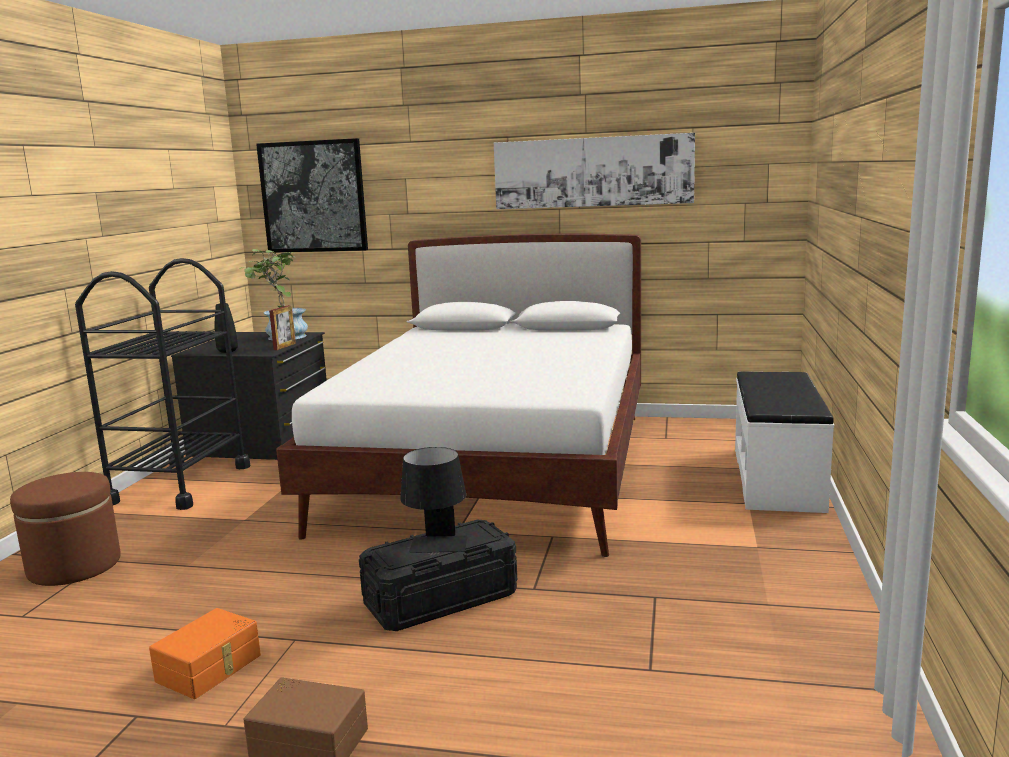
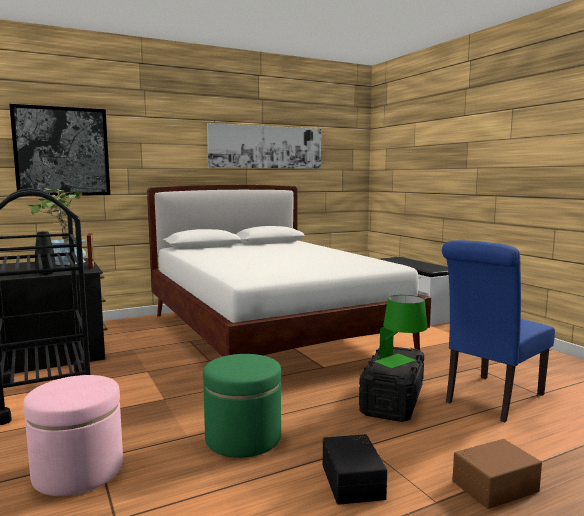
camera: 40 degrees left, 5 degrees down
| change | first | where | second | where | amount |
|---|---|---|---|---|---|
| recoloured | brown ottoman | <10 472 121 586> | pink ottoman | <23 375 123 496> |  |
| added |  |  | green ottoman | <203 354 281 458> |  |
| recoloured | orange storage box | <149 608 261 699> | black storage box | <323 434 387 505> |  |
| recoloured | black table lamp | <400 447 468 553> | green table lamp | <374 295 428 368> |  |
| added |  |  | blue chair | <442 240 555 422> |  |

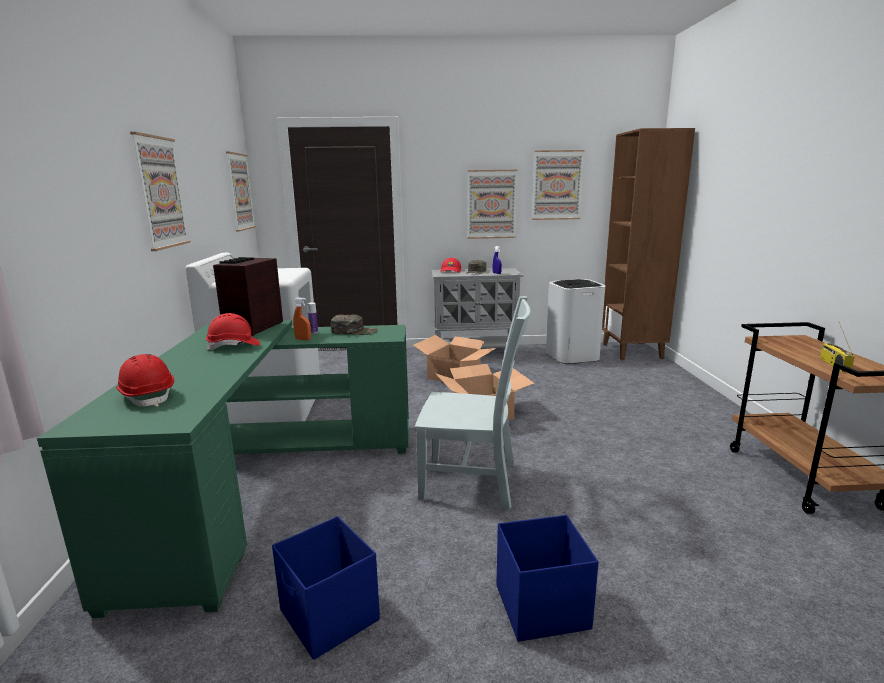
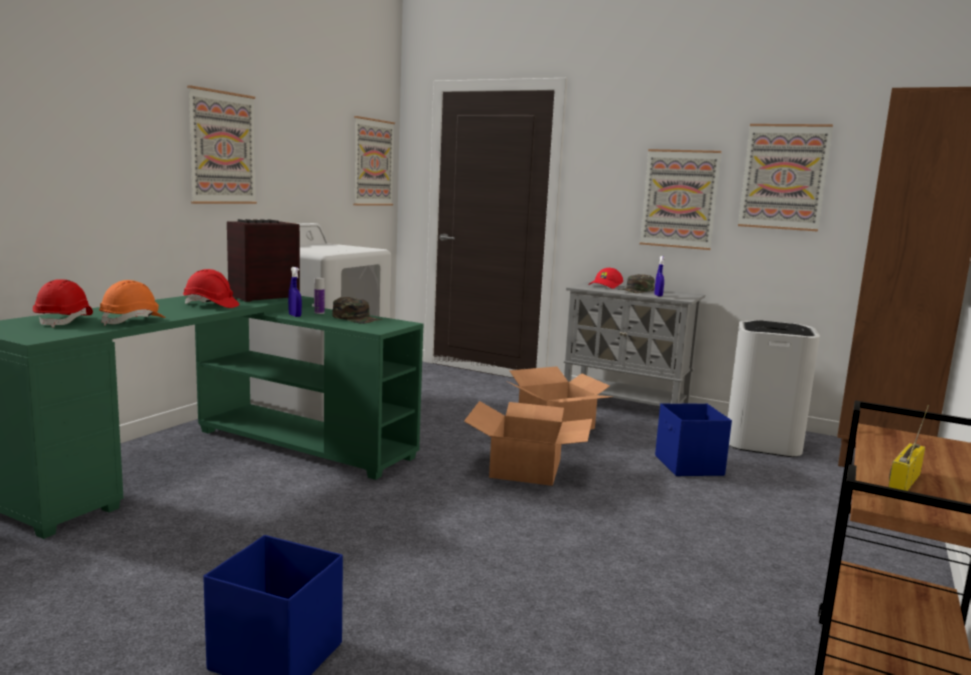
camera: 30 degrees right, 5 degrees down
| change | first | where | second | where | amount |
|---|---|---|---|---|---|
| added |  |  | orange hard hat | <99 280 166 326> |  |
| recoloured | orange spray bottle | <293 297 311 340> | blue spray bottle | <288 267 302 317> |  |
| moved | blue storage box | <272 516 380 660> |  | <655 403 732 476> |  |
| removed | grey chair | <415 296 531 509> |  |  |  |

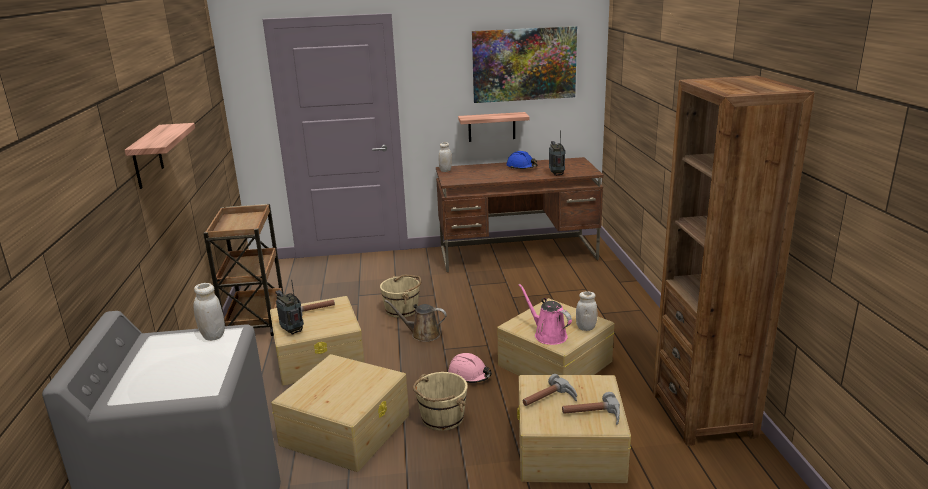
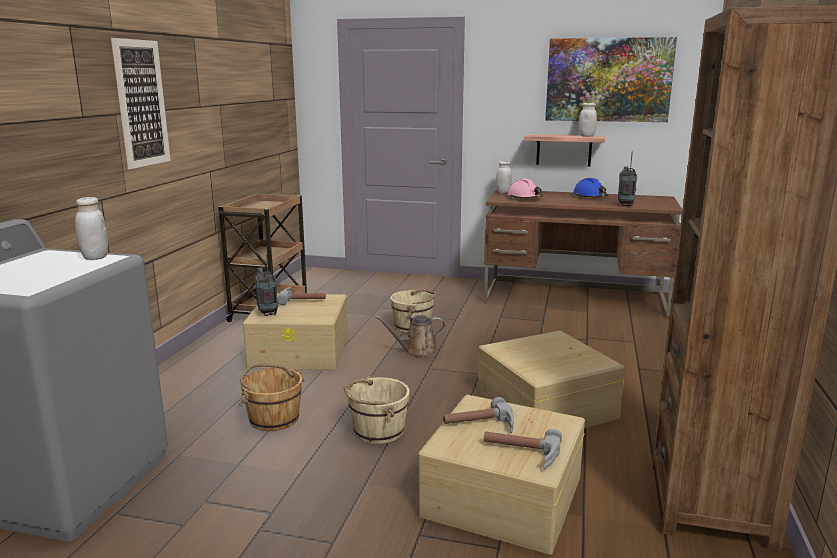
camera: 20 degrees right, 5 degrees down
| change | first | where | second | where | amount |
|---|---|---|---|---|---|
| replaced | shelf | <125 123 195 189> | picture | <111 38 171 169> |  |
| replaced | beige storage box | <271 354 409 472> | brown bucket | <239 363 305 431> |  |
| turned | brown watering can | <385 300 447 342> |  | <375 315 445 357> | 45 degrees counterclockwise |
| moved | pink hard hat | <448 353 492 383> |  | <507 179 543 198> |  |
| moved | white jar | <576 291 597 331> |  | <579 103 597 137> |  |
| removed | pink watering can | <519 284 572 345> |  |  |  |

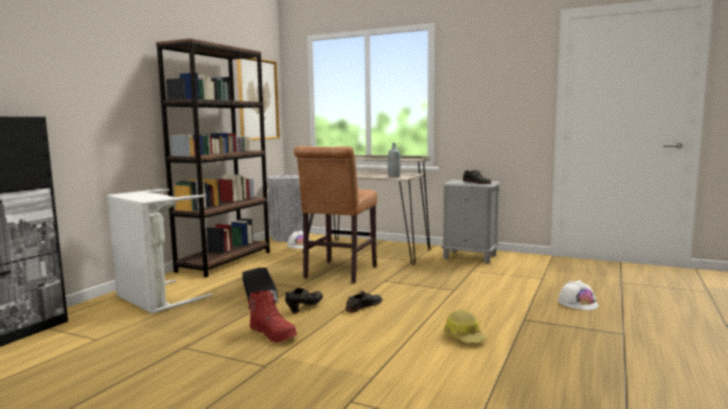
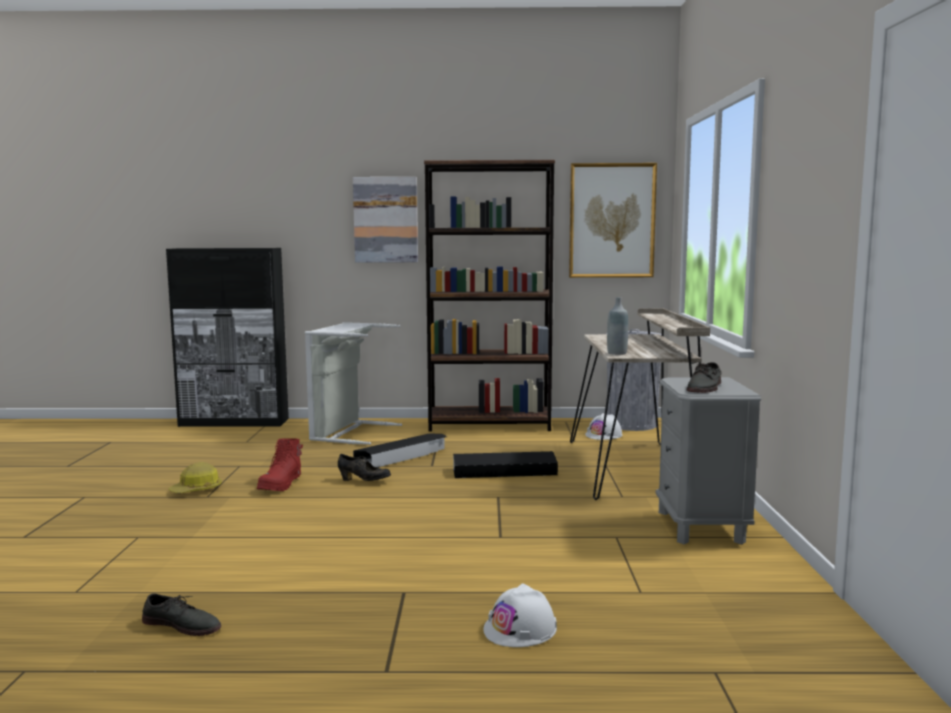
camera: 65 degrees right, 0 degrees up
| change | first | where | second | where | amount |
|---|---|---|---|---|---|
| moved | grey shoe | <346 291 382 313> |  | <142 593 221 636> |  |
| moved | hard hat | <443 310 486 343> |  | <168 462 222 493> |  |
| added |  |  | picture | <353 177 418 263> |  |
| replaced | brown chair | <294 146 377 283> | black storage box | <453 451 558 478> |  |

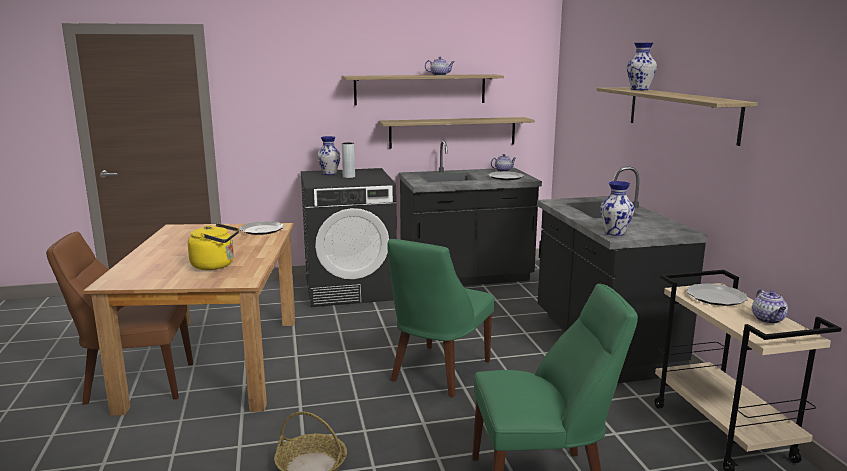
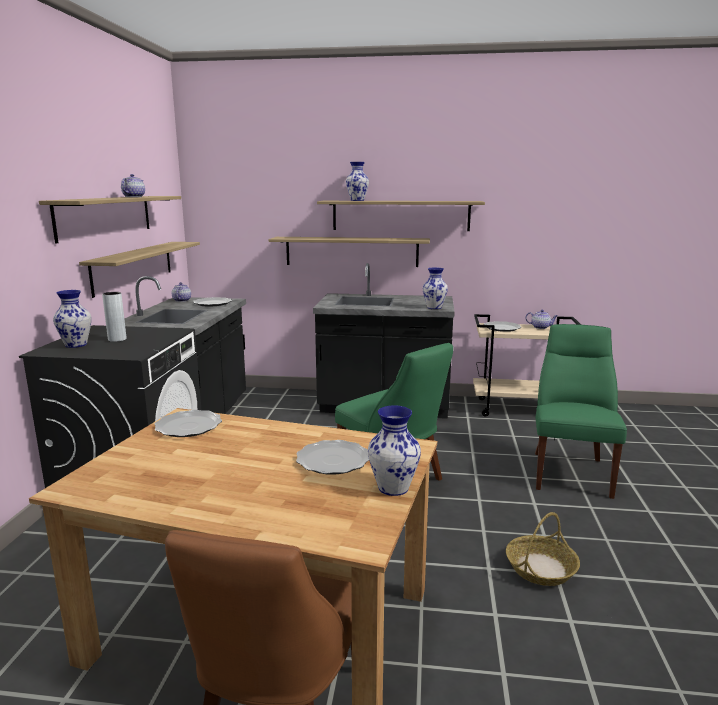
camera: 70 degrees left, 0 degrees up
| change | first | where | second | where | amount |
|---|---|---|---|---|---|
| added |  |  | shelf | <268 237 430 267> |  |
| replaced | yellow kettle | <188 223 239 270> | plate | <296 440 369 475> |  |
| added |  |  | vase | <368 405 421 496> |  |

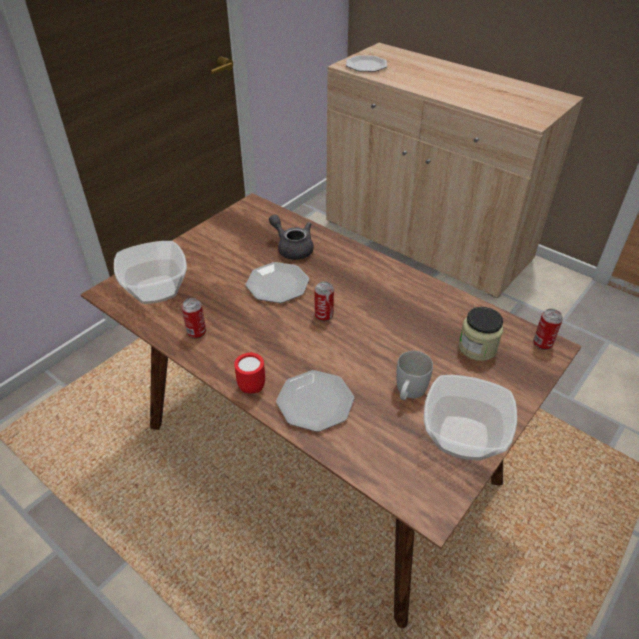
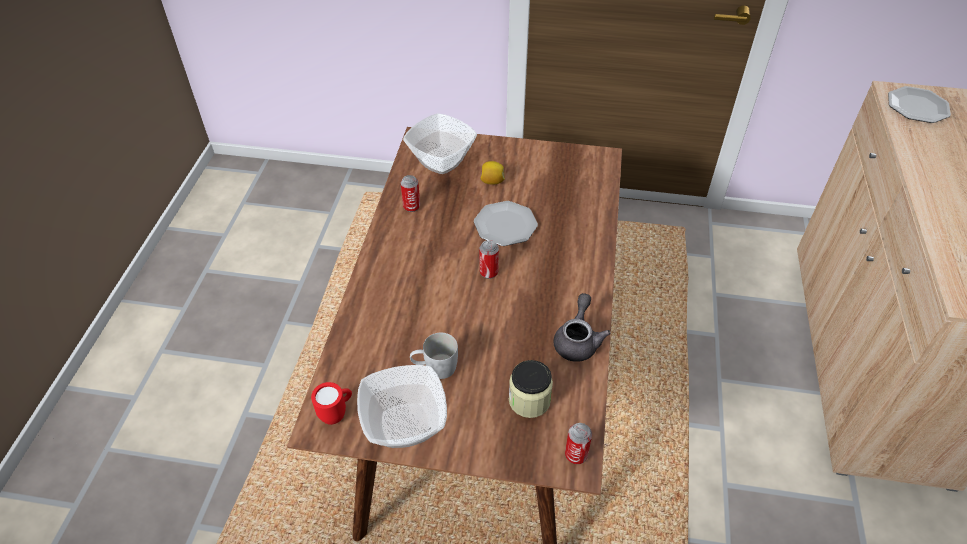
camera: 60 degrees right, 5 degrees up
| change | first | where | second | where | amount |
|---|---|---|---|---|---|
| moved | red mug | <234 352 265 394> |  | <311 382 352 425> |  |
| added |  |  | lemon | <481 161 505 184> |  |
| moved | grey teapot | <269 214 314 260> |  | <553 293 611 362> |  |
| removed | plate | <276 370 354 432> |  |  |  |

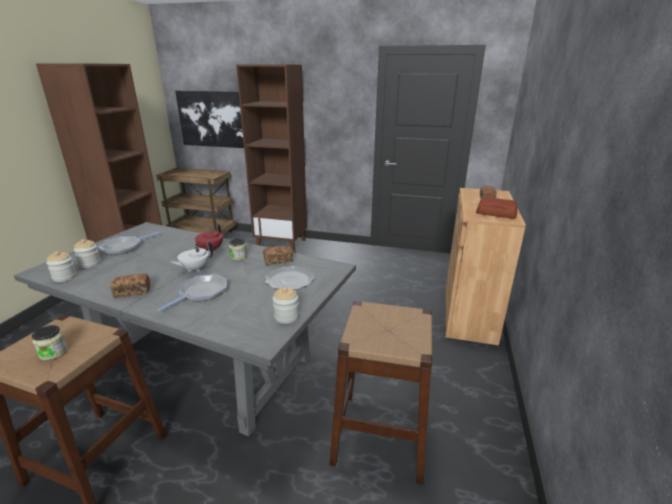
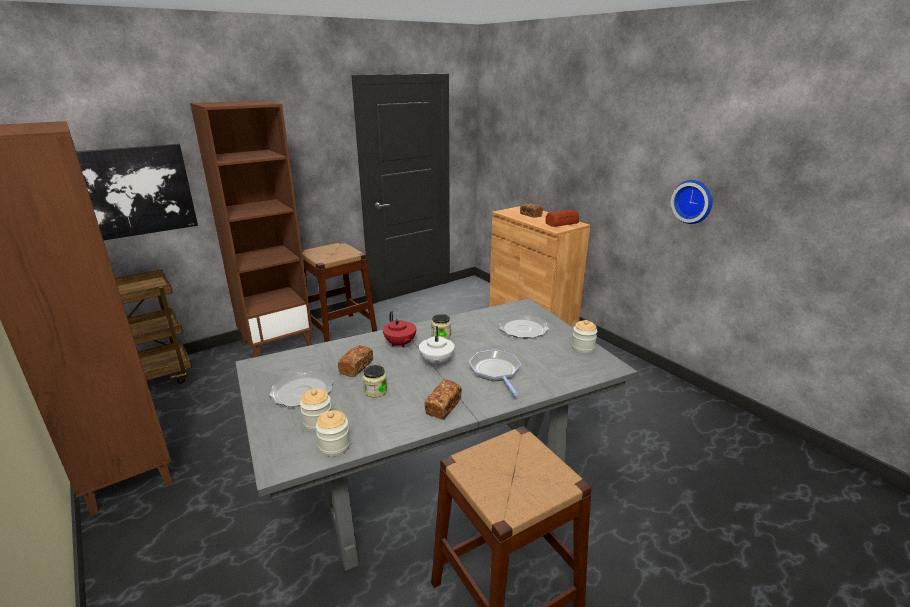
camera: 50 degrees left, 0 degrees up
| change | first | where | second | where | amount |
|---|---|---|---|---|---|
| replaced | frying pan | <98 232 160 255> | plate | <269 371 333 407> |  |
| moved | brown stool | <329 301 432 484> |  | <302 242 377 342> |  |
| moved | bread | <263 246 293 265> |  | <338 345 373 377> |  |
| moved | jar | <32 325 68 360> |  | <363 365 387 397> |  |
| added |  |  | wall clock | <671 180 713 224> |  |

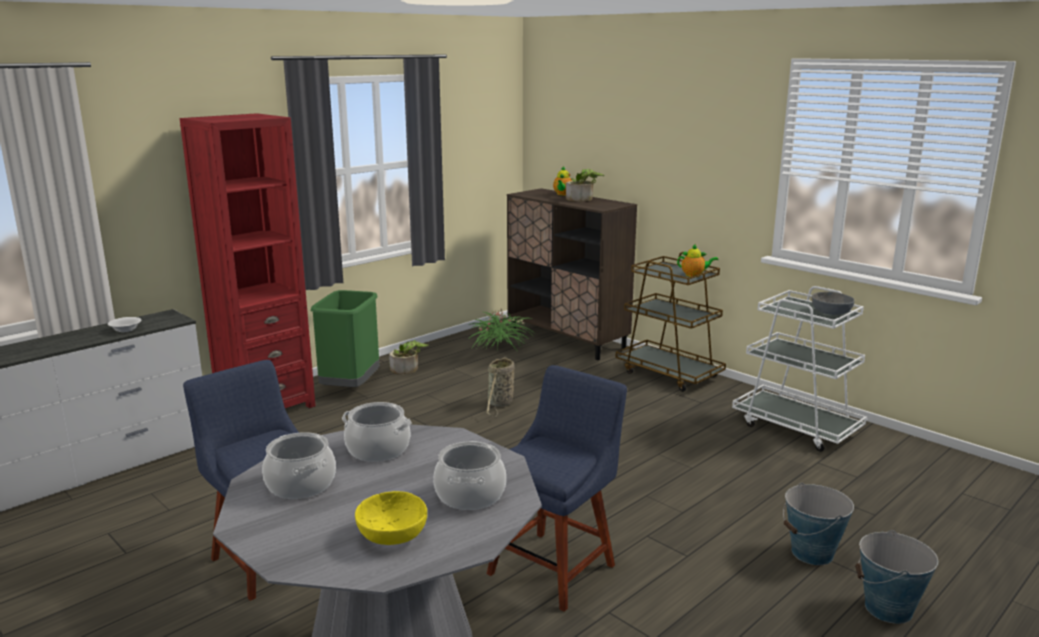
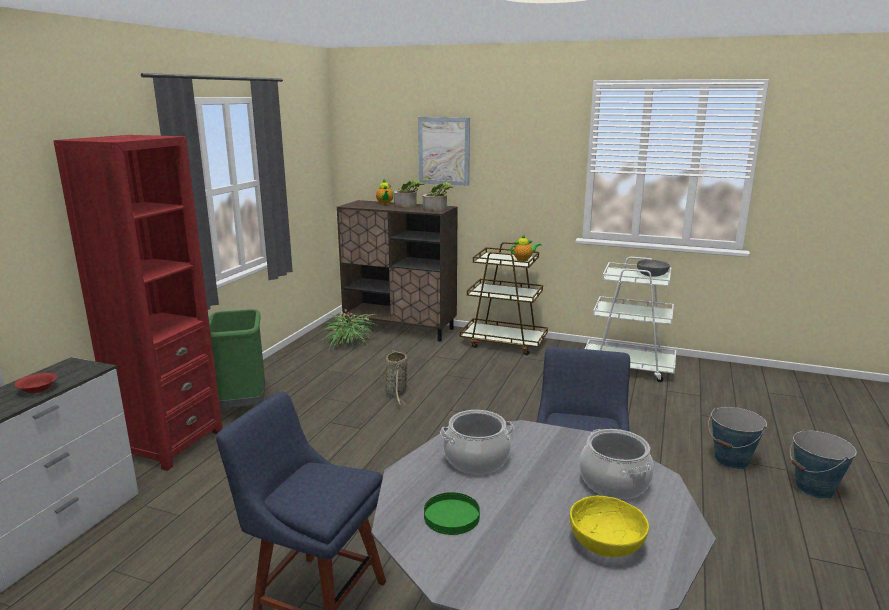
camera: 25 degrees left, 0 degrees up
| change | first | where | second | where | amount |
|---|---|---|---|---|---|
| recoloured | white bowl | <108 317 141 332> | red bowl | <14 373 57 393> |  |
| added |  |  | picture | <418 117 470 186> |  |
| moved | potted plant | <389 340 428 374> |  | <423 182 454 212> |  |
| replaced | cooking pot | <262 432 336 499> | green plate | <424 492 480 535> |  |

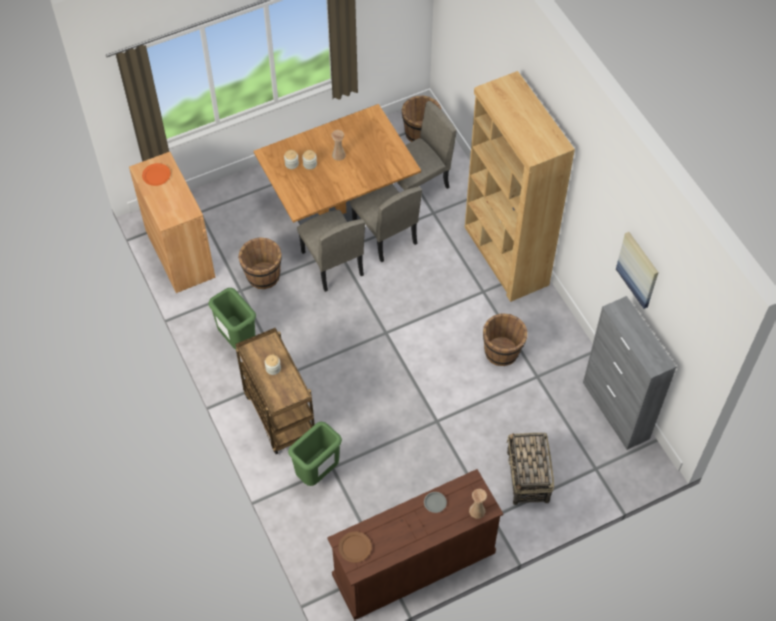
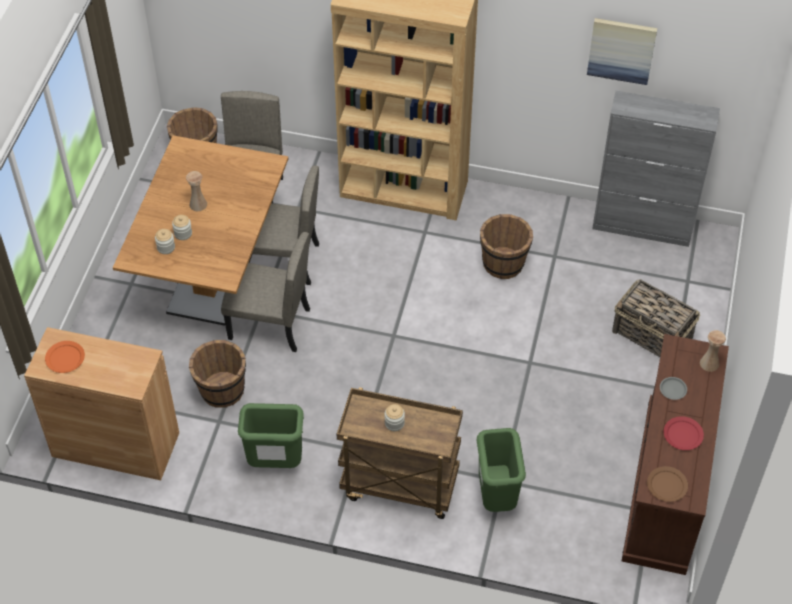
camera: 50 degrees left, 5 degrees down
| change | first | where | second | where | amount |
|---|---|---|---|---|---|
| added |  |  | red plate | <664 416 704 450> |  |

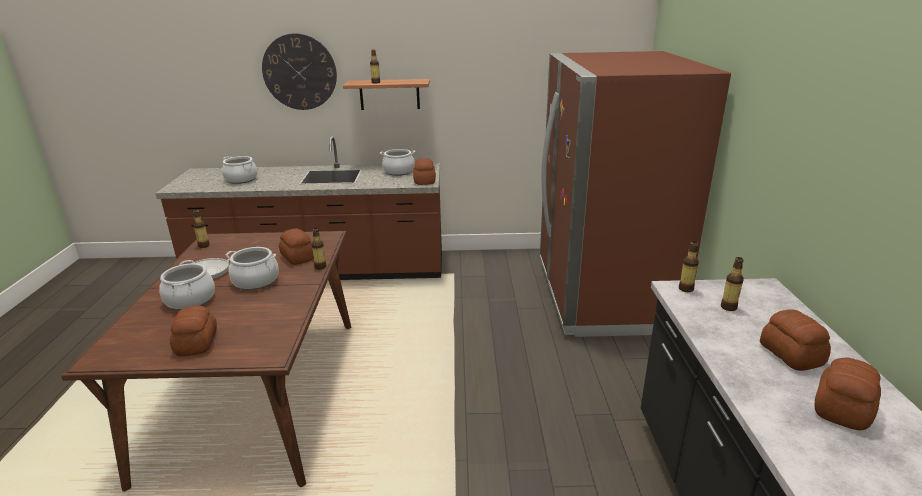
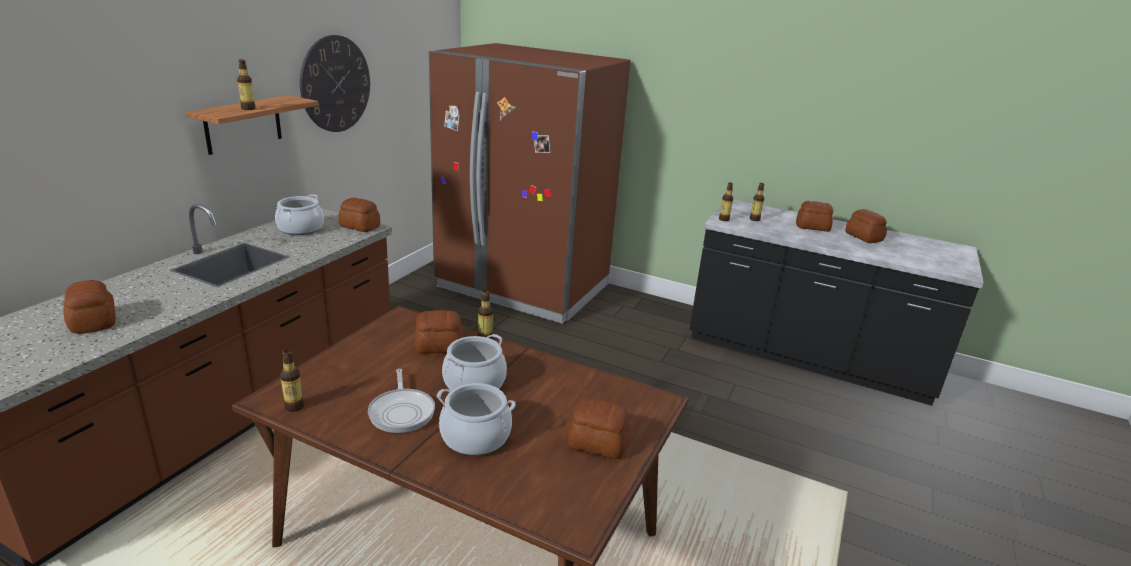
camera: 65 degrees left, 0 degrees up
| change | first | where | second | where | amount |
|---|---|---|---|---|---|
| replaced | cooking pot | <222 156 257 184> | bread | <63 280 115 334> |  |
| moved | wall clock | <262 33 337 110> |  | <300 35 370 132> |  |

